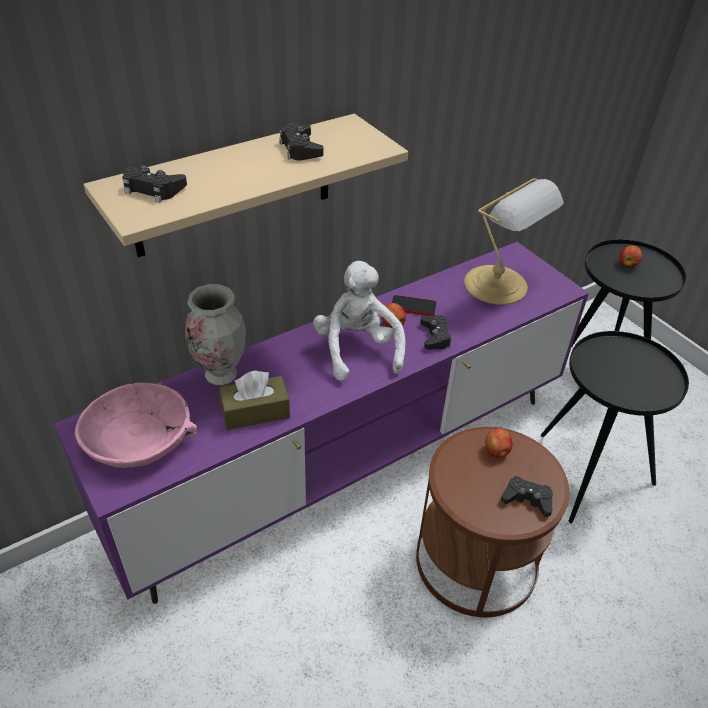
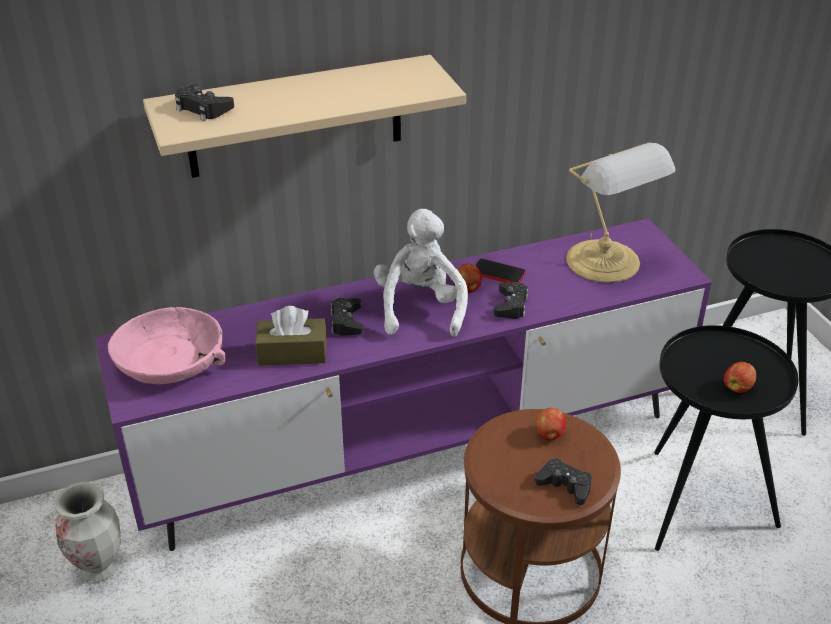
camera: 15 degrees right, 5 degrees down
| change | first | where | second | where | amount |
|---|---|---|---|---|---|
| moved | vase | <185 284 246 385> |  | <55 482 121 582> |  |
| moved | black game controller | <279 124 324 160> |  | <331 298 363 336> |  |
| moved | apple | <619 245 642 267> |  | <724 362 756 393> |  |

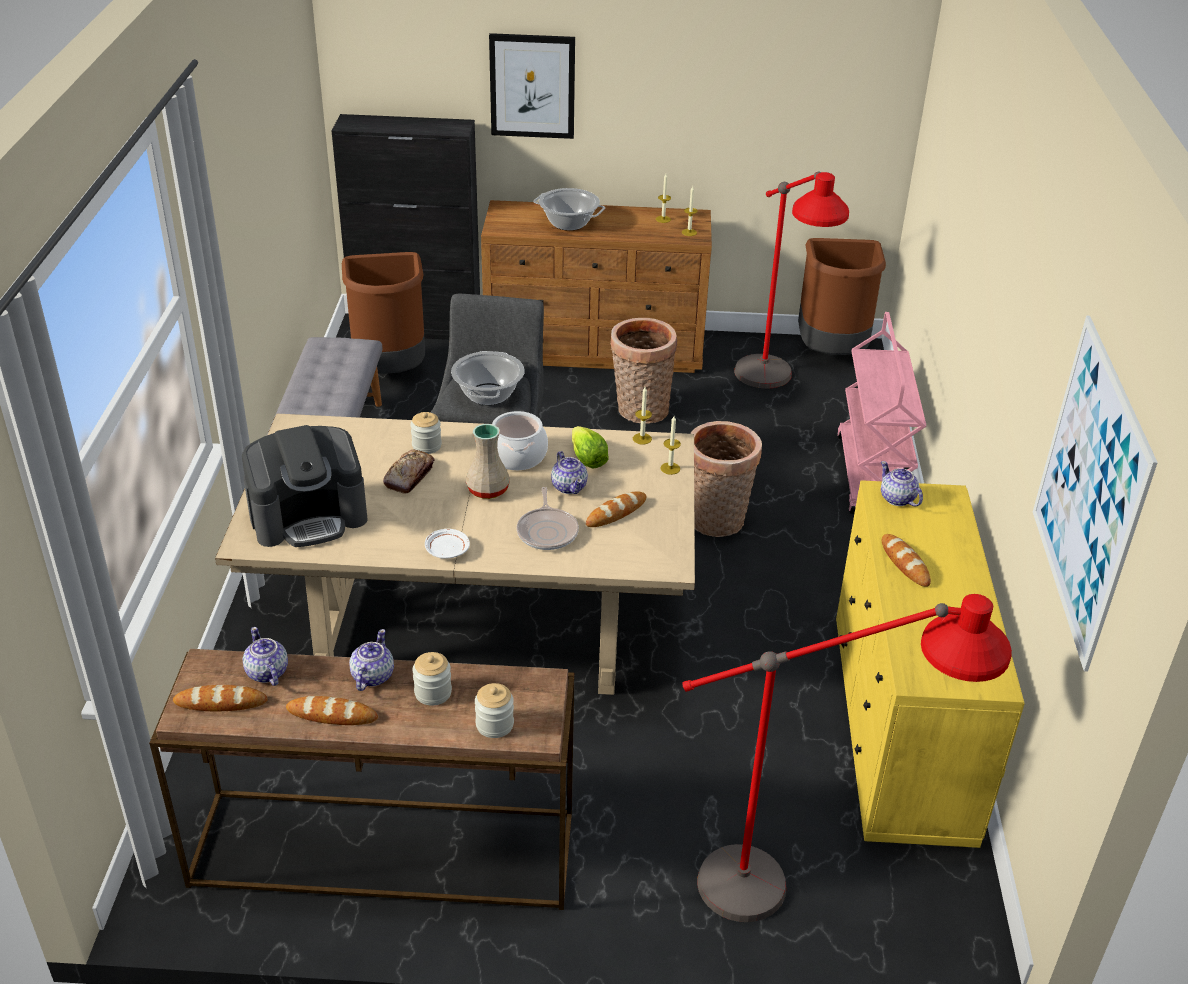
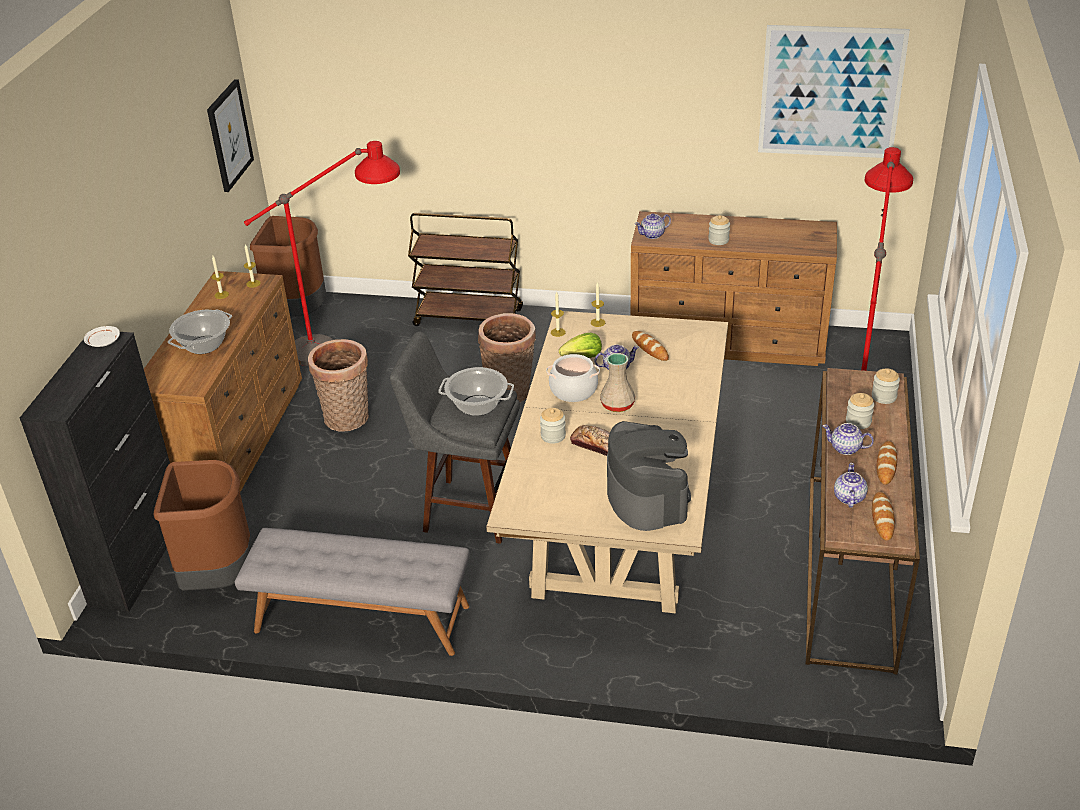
camera: 80 degrees left, 0 degrees up
| change | first | where | second | where | amount |
|---|---|---|---|---|---|
| moved | white plate | <425 529 470 559> |  | <84 326 120 347> |  |
| moved | picture | <489 33 575 139> |  | <207 79 254 192> |  |
| recoloured | pink cart | <837 312 926 514> | brown cart | <408 213 523 326> |  |
| recoloured | yellow dresser | <836 480 1025 848> | brown dresser | <631 211 837 366> |  |
| replaced | bread | <882 534 931 587> | jar | <708 215 730 245> |  |
| turned | teapot | <243 627 288 686> |  | <834 463 868 508> | 120 degrees clockwise |
| removed | frying pan | <517 487 579 550> |  |  |  |

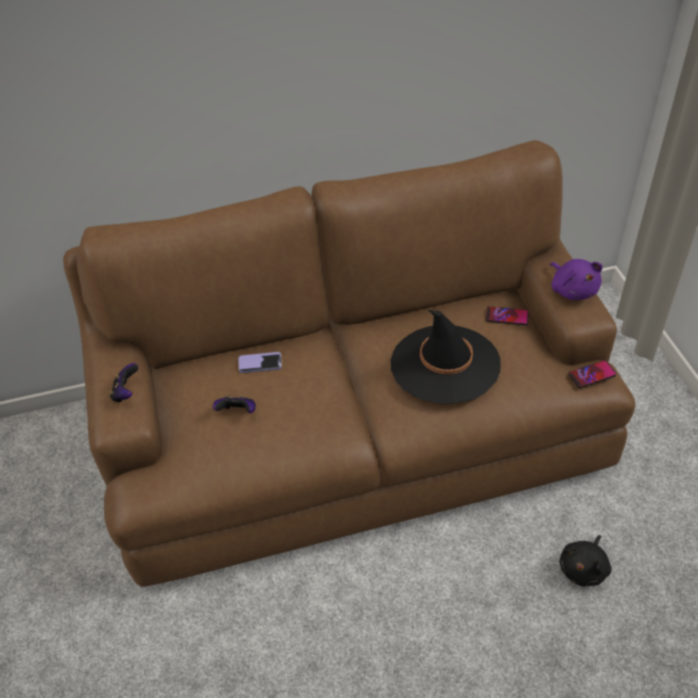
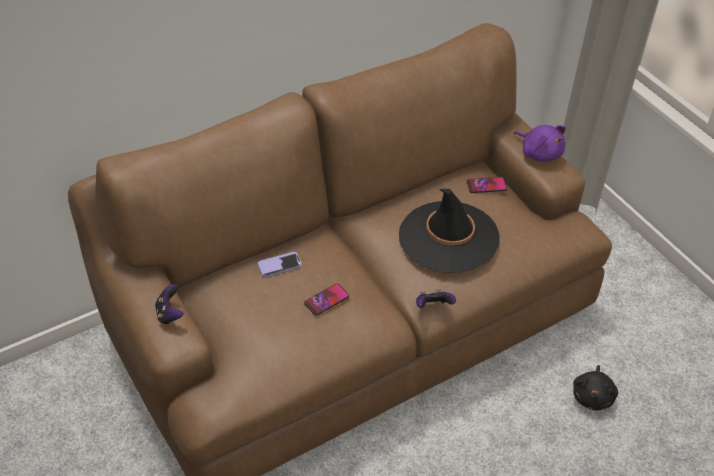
camera: 20 degrees left, 0 degrees up
| change | first | where | second | where | amount |
|---|---|---|---|---|---|
| moved | phone | <568 360 616 388> |  | <304 283 349 316> |  |
| moved | game controller | <213 394 256 413> |  | <416 290 456 308> |  |

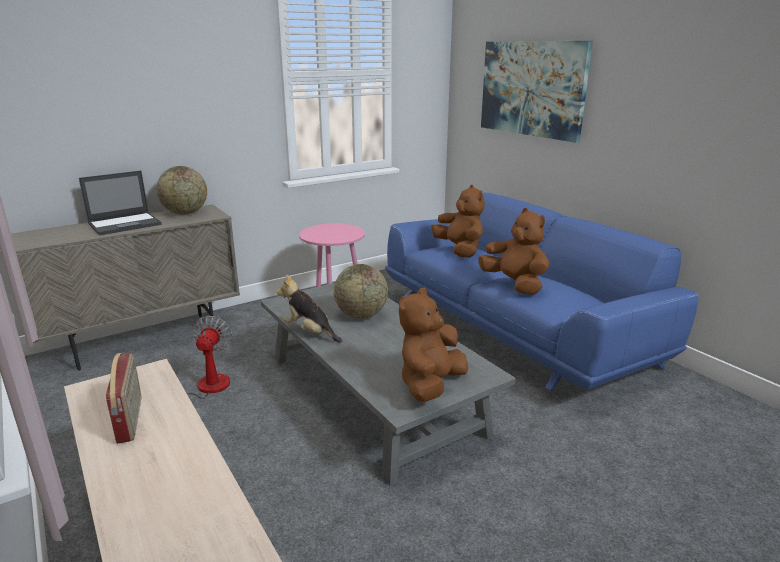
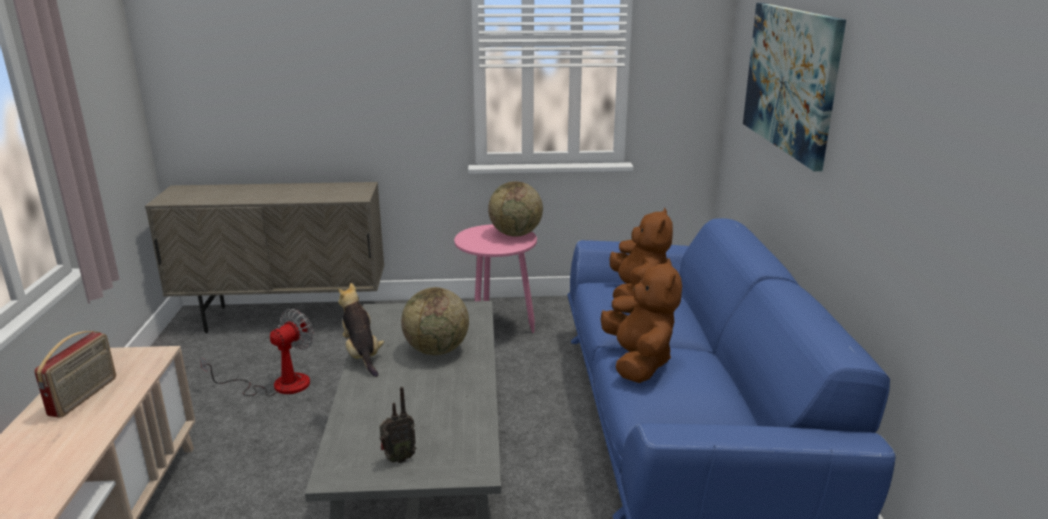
camera: 30 degrees right, 0 degrees up
| change | first | where | second | where | amount |
|---|---|---|---|---|---|
| replaced | brown plush toy | <399 288 468 402> | radio | <380 386 416 463> |  |
| moved | globe | <156 166 207 214> |  | <488 181 543 237> |  |
| removed | laptop | <79 171 162 236> |  |  |  |

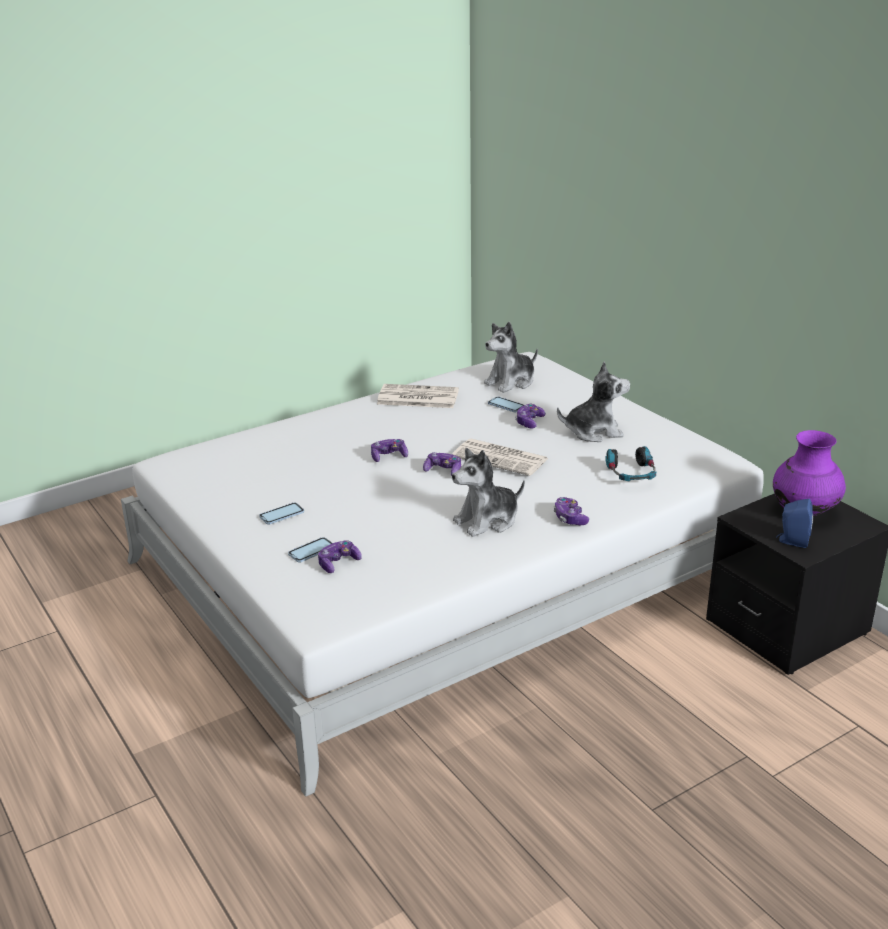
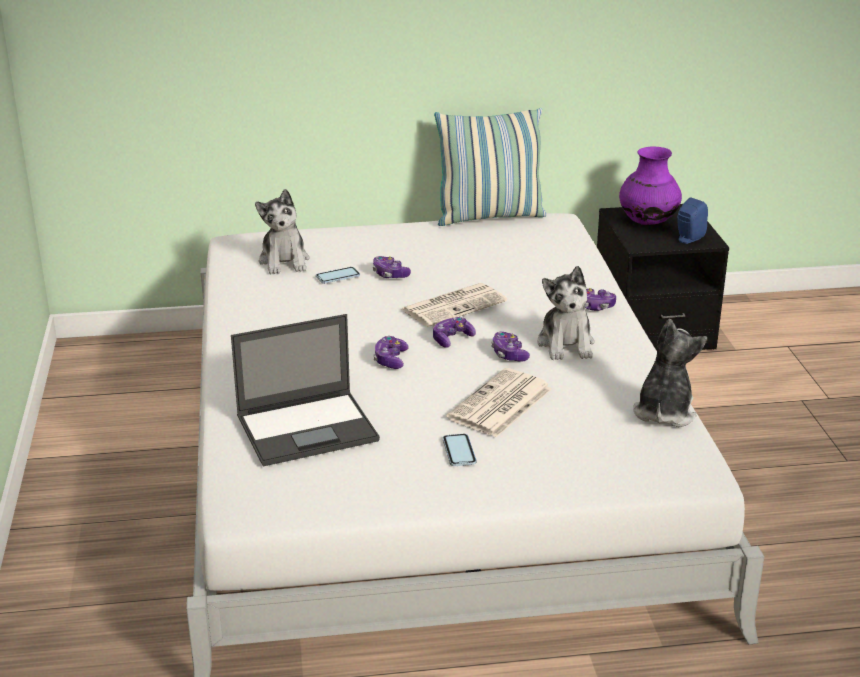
camera: 65 degrees left, 0 degrees up
| change | first | where | second | where | amount |
|---|---|---|---|---|---|
| added |  |  | laptop | <231 314 380 466> |  |
| added |  |  | pillow | <434 108 547 226> |  |
| moved | newspaper | <377 384 459 408> |  | <446 368 552 437> |  |
| moved | game controller | <318 540 362 573> |  | <491 332 530 362> |  |
| moved | plush toy | <557 362 630 442> |  | <633 319 707 427> |  |
| removed | phone | <288 537 332 562> |  |  |  |
| removed | headphones | <605 446 656 481> |  |  |  |

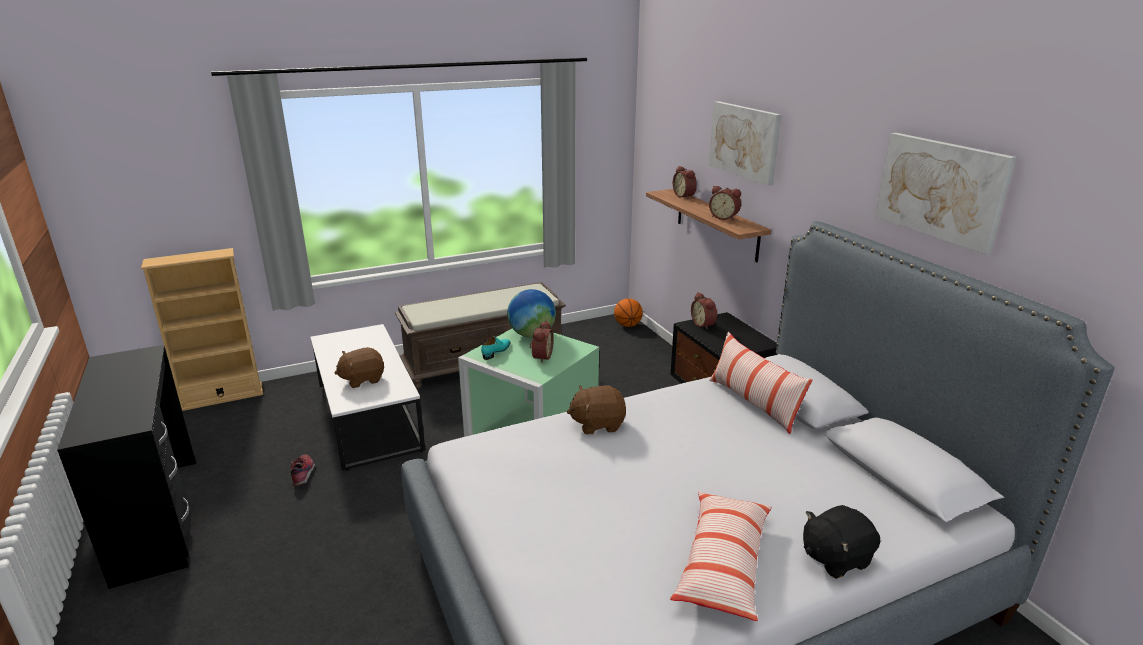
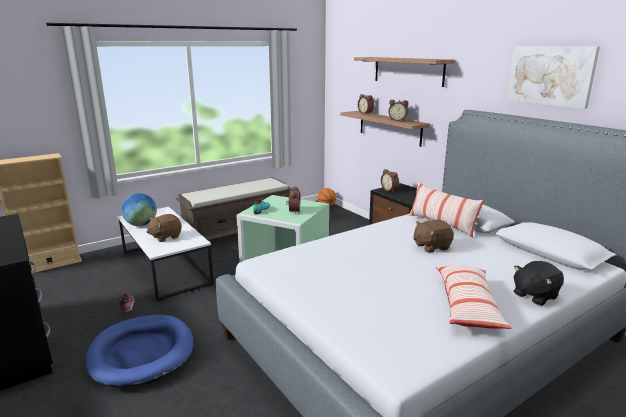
camera: 10 degrees left, 5 degrees down
| change | first | where | second | where | amount |
|---|---|---|---|---|---|
| added |  |  | blue dog bed | <86 315 193 387> |  |
| moved | globe | <507 289 556 338> |  | <121 193 157 226> |  |
| replaced | picture | <709 101 781 186> | shelf | <354 57 455 87> |  |
| moved | brown plush toy | <567 385 626 434> |  | <413 220 454 253> |  |

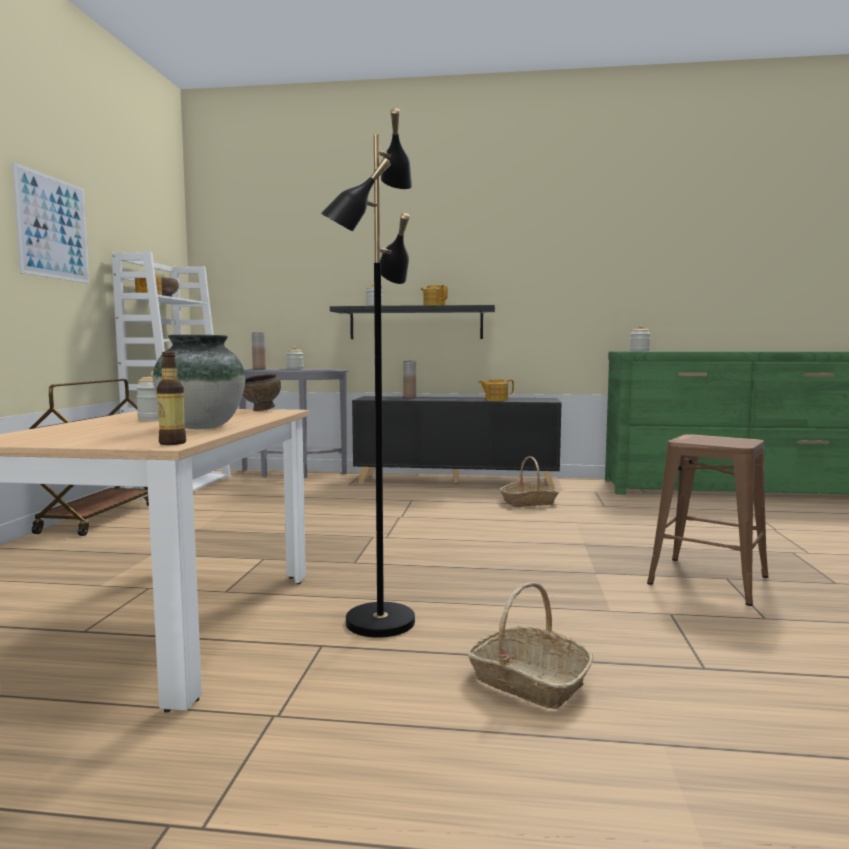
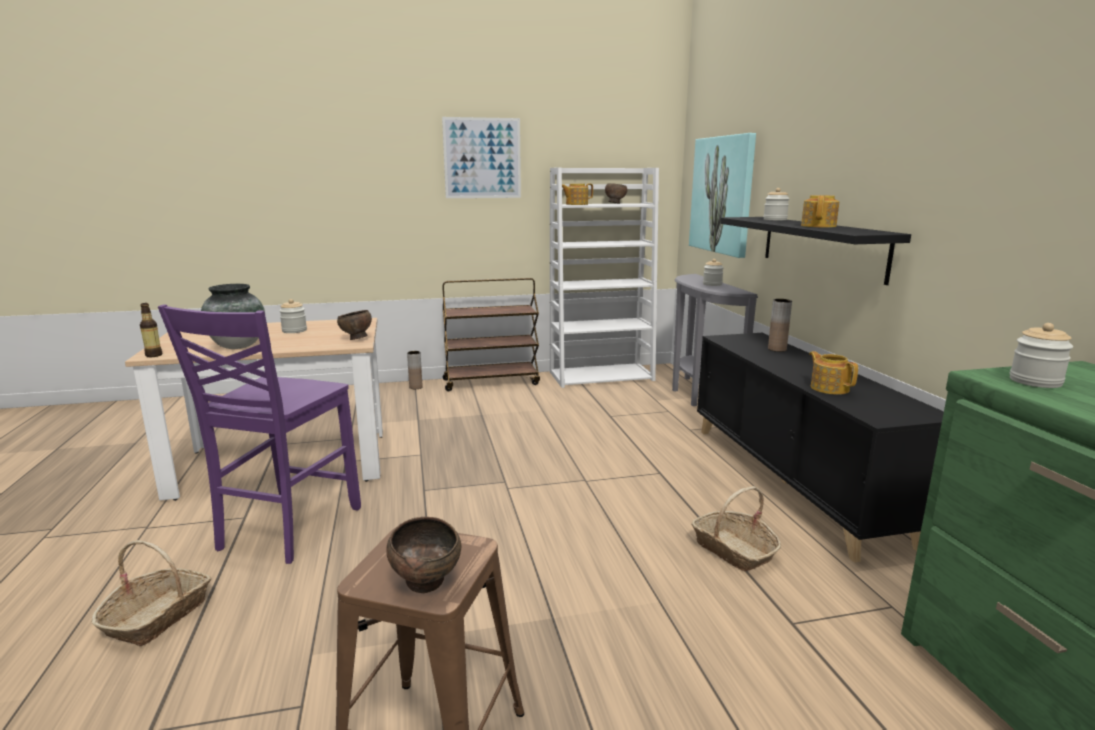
camera: 70 degrees right, 10 degrees up
| change | first | where | second | where | amount |
|---|---|---|---|---|---|
| replaced | black floor lamp | <321 108 415 638> | purple chair | <158 304 361 564> |  |
| added |  |  | brown bowl | <386 517 461 593> |  |
| moved | brown vase | <252 333 266 369> |  | <407 351 423 389> |  |
| added |  |  | picture | <689 133 756 258> |  |

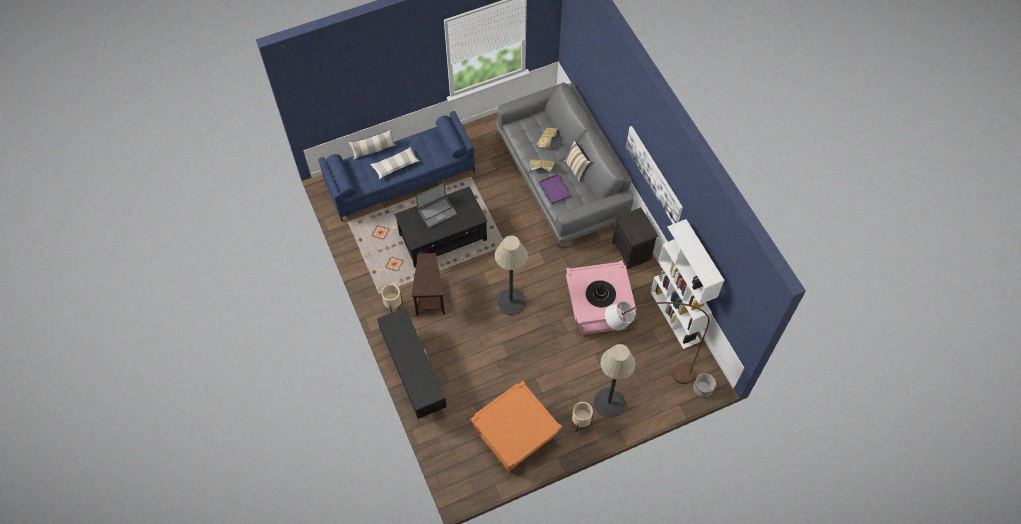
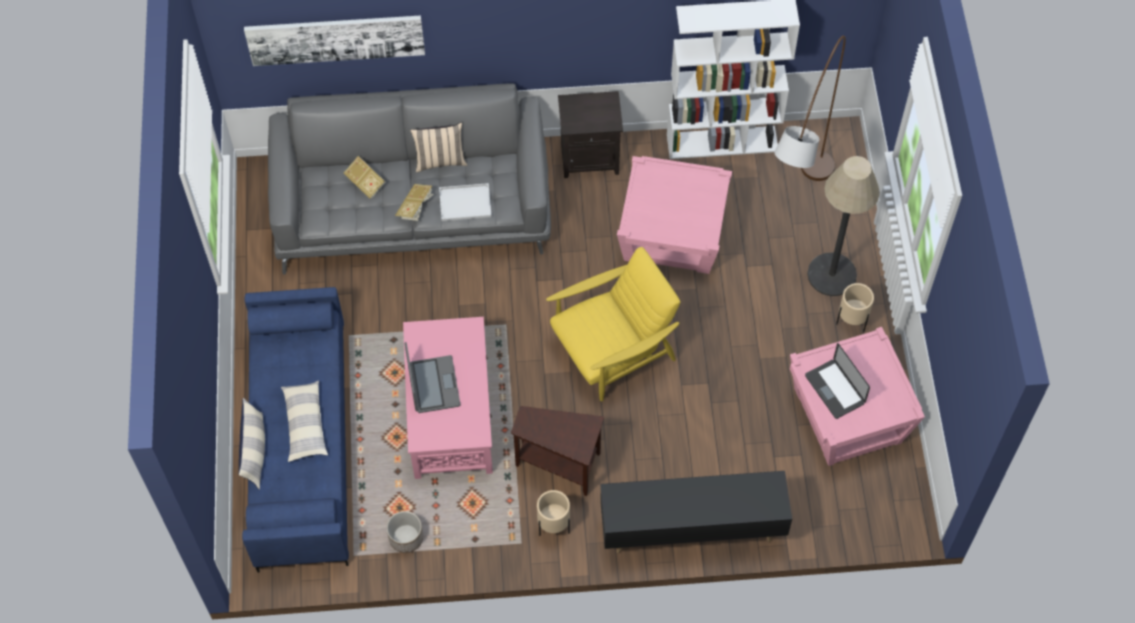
camera: 70 degrees left, 0 degrees up
| change | first | where | second | where | amount |
|---|---|---|---|---|---|
| moved | picture | <626 126 683 224> |  | <244 15 425 66> |  |
| moved | planter | <693 374 716 398> |  | <387 511 423 553> |  |
| recoloured | black coffee table | <394 186 488 267> | pink coffee table | <403 317 493 479> |  |
| recoloured | purple tray | <538 174 571 204> | white tray | <439 183 492 221> |  |
| replaced | floor lamp | <495 236 528 315> | yellow armchair | <546 247 680 401> |  |
| recoloured | orange side table | <471 381 562 472> | pink side table | <790 327 925 466> |  |
| added |  |  | laptop | <805 343 870 419> |  |
| removed | black hat | <586 281 616 307> |  |  |  |

